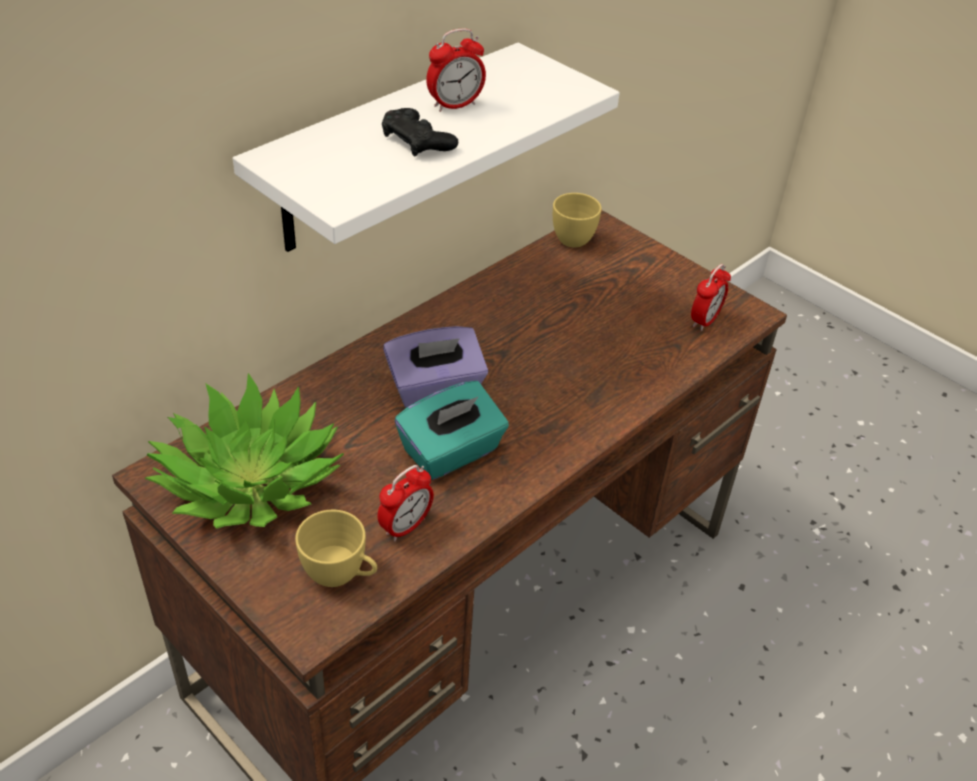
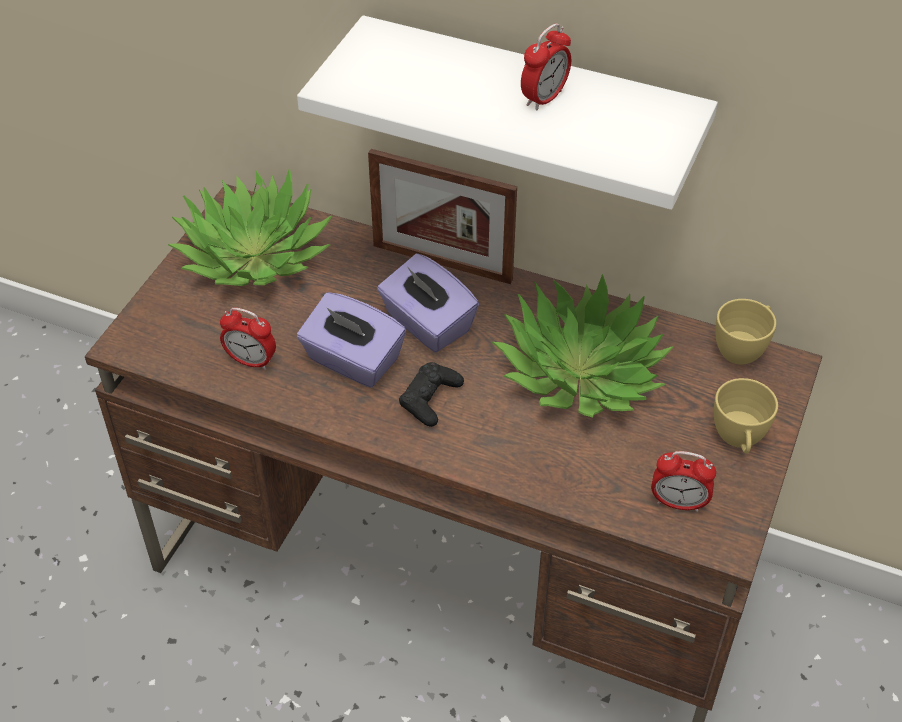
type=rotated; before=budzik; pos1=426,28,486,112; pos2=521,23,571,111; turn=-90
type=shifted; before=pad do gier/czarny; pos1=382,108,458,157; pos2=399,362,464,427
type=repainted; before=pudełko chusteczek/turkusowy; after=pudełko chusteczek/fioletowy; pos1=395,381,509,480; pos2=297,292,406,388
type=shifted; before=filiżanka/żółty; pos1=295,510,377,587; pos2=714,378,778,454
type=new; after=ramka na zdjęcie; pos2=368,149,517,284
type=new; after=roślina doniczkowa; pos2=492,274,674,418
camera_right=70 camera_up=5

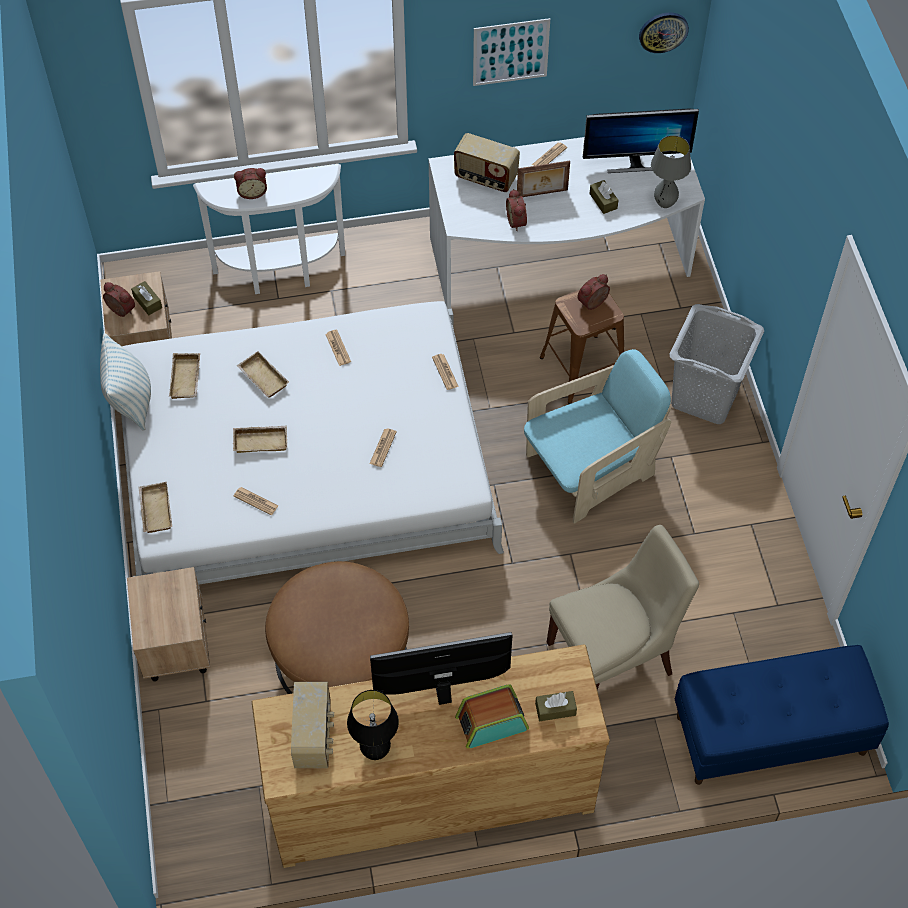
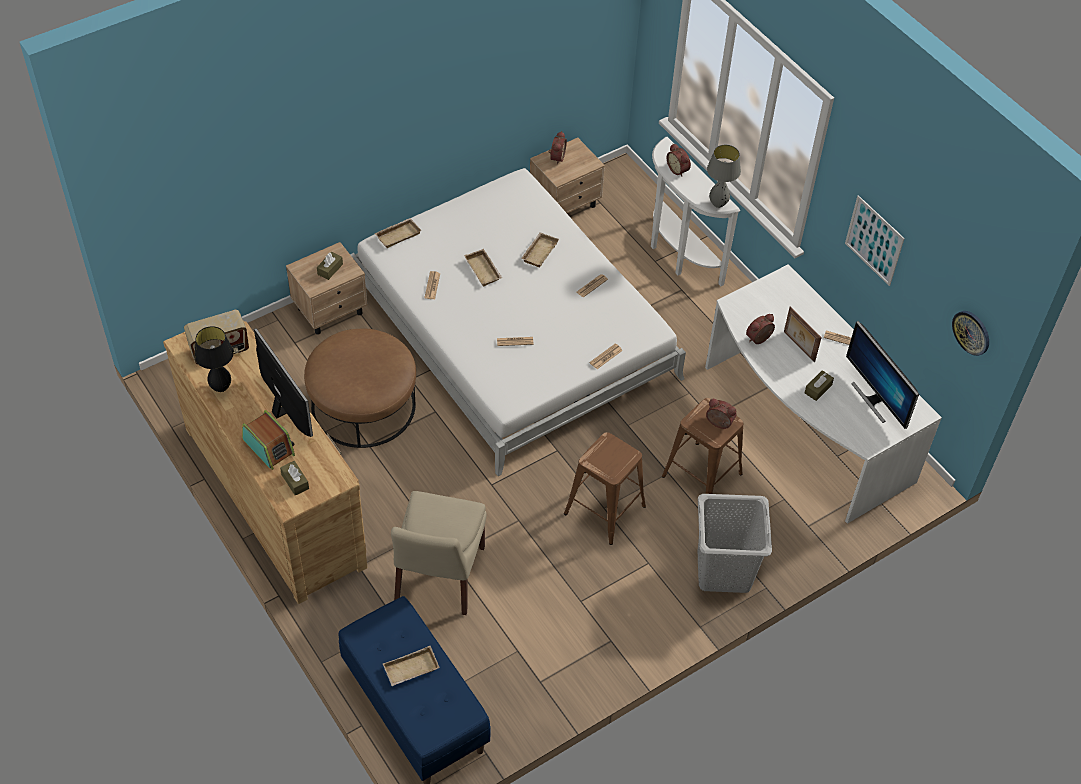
type=gone; before=radio; pos1=454,133,520,192
type=shifted; before=lampa stołowa/szary; pos1=651,135,691,208; pos2=707,145,741,208
type=shifted; before=pudełko chusteczek/brązowy; pos1=131,281,162,315; pos2=317,252,343,280
type=gone; before=poduszka; pos1=100,333,151,431
type=swapped; before=fotel/turkusowy; after=stołek/brązowy; pos1=524,349,671,524; pos2=564,432,646,545
type=shifted; before=taca/beżowy; pos1=169,353,200,399; pos2=383,646,440,686
type=rotated; before=krzesło/beżowy; pos1=547,525,699,691; pos2=391,491,487,615; turn=60
camera_right=65 camera_up=-5

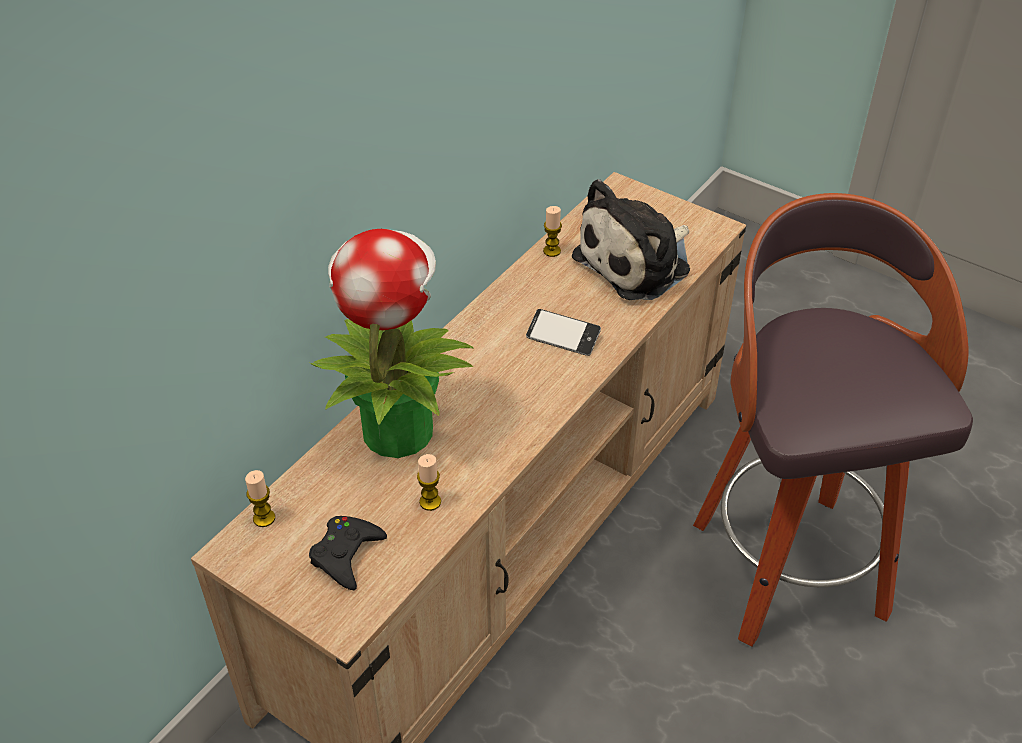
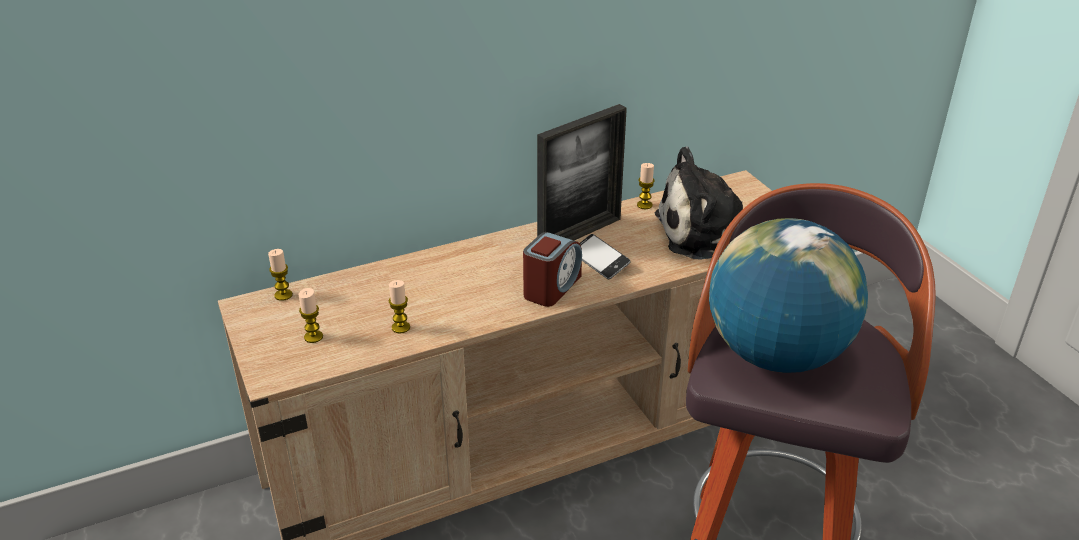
type=gone; before=roślina doniczkowa; pos1=310,229,474,458
type=swapped; before=pad do gier/czarny; after=świeca; pos1=309,516,387,590; pos2=299,288,323,343
type=new; after=ramka na zdjęcie; pos2=537,104,627,240
type=new; after=globus; pos2=709,218,868,373
type=new; after=budzik; pos2=523,232,582,307
camera_right=30 camera_up=-10

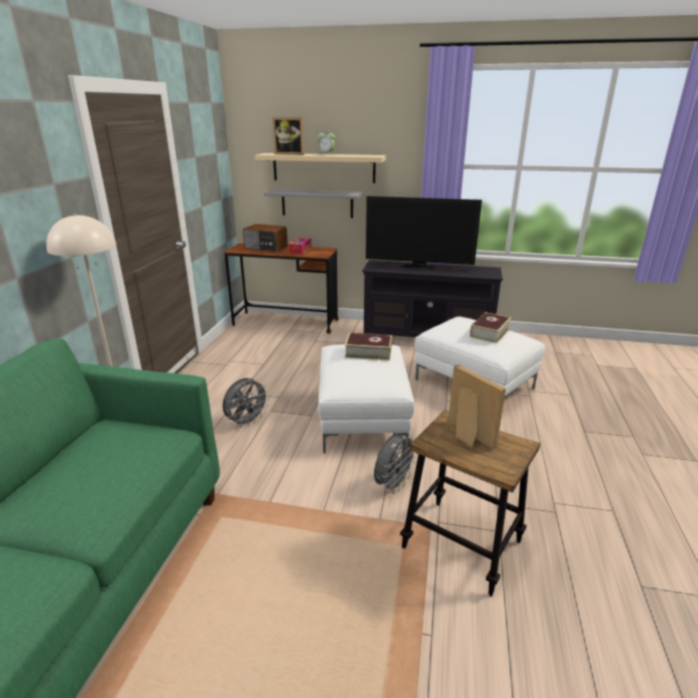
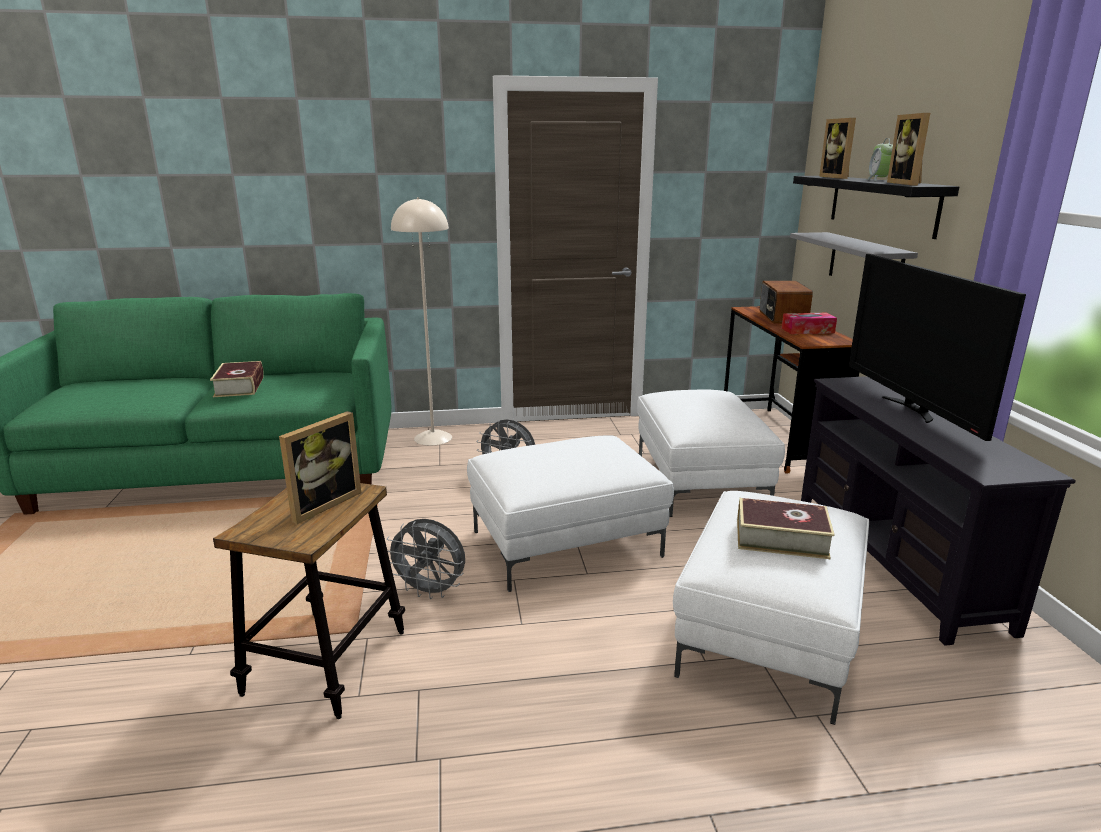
type=repainted; before=półka/beżowy; after=półka/czarny; pos1=255,153,386,183; pos2=793,176,959,239
type=shifted; before=książka; pos1=345,333,392,360; pos2=210,361,264,397
type=new; after=ramka na zdjęcie; pos2=887,113,930,185
type=new; after=pufa/biały; pos2=637,389,785,517
camera_right=70 camera_up=-5

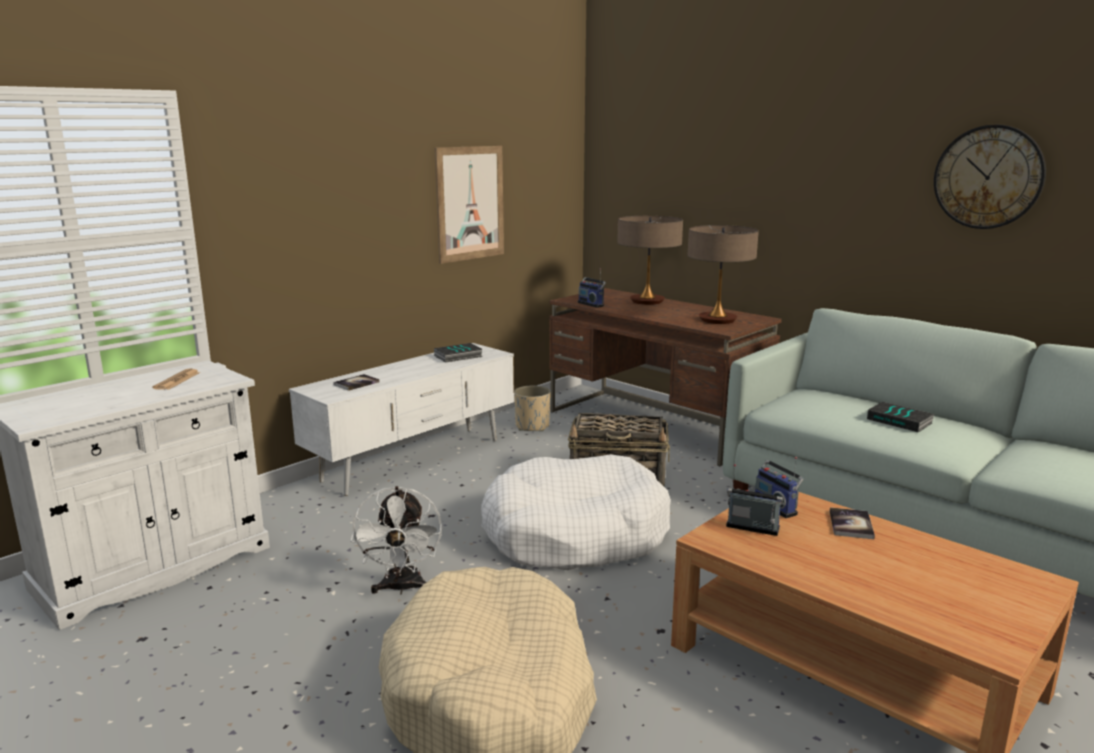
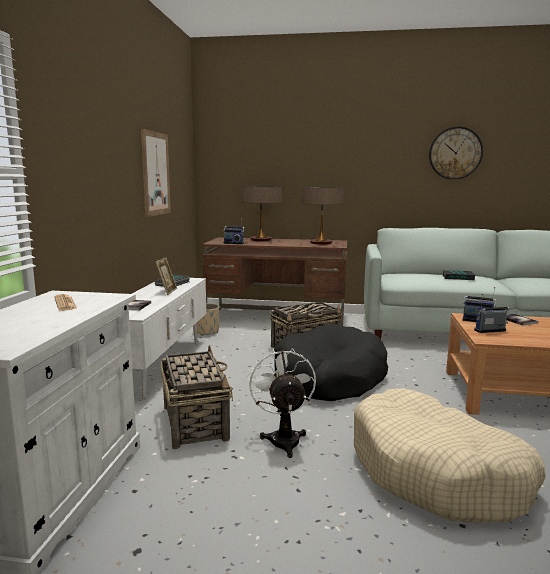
type=repainted; before=legowisko/biały; after=legowisko/czarny; pos1=481,454,671,570; pos2=274,324,388,401
type=rotated; before=wentylator/biały; pos1=351,486,442,594; pos2=248,348,316,458; turn=-150
type=new; after=ramka na zdjęcie; pos2=155,258,177,295
type=new; after=koszyk; pos2=161,345,233,449
camera_right=-35 camera_up=-5

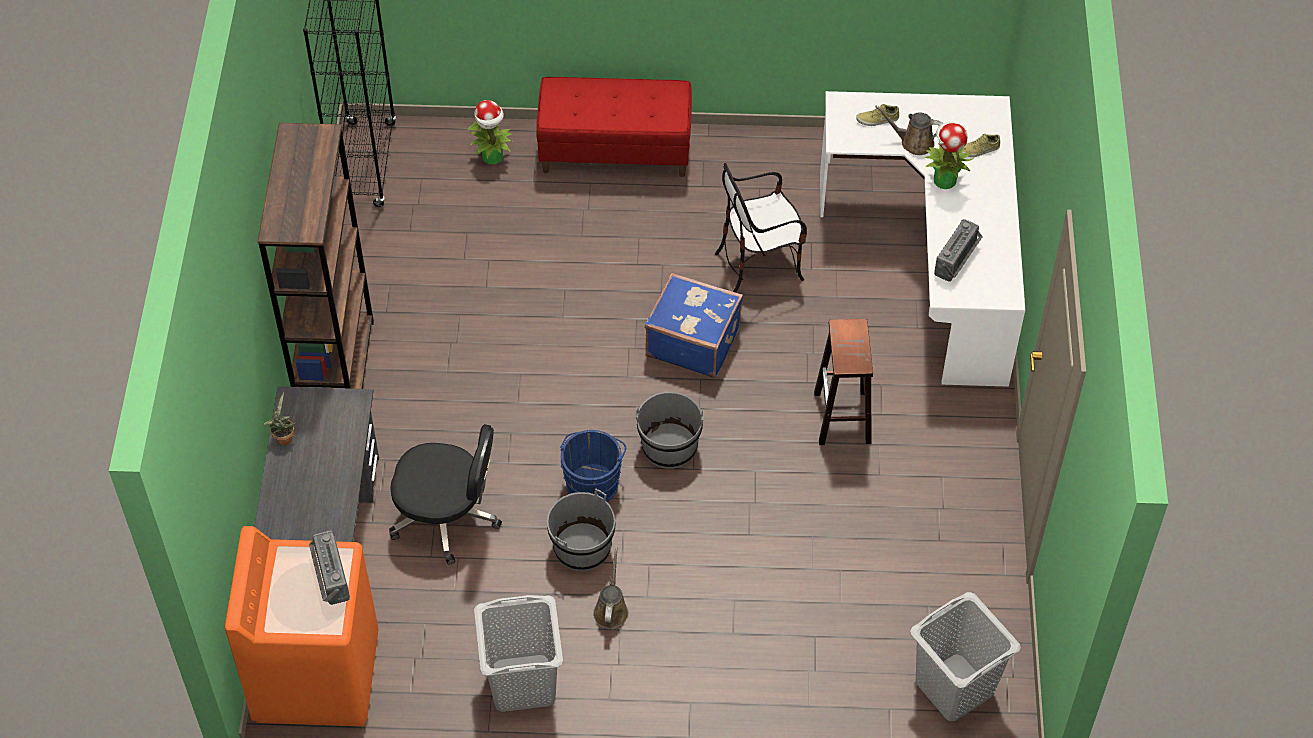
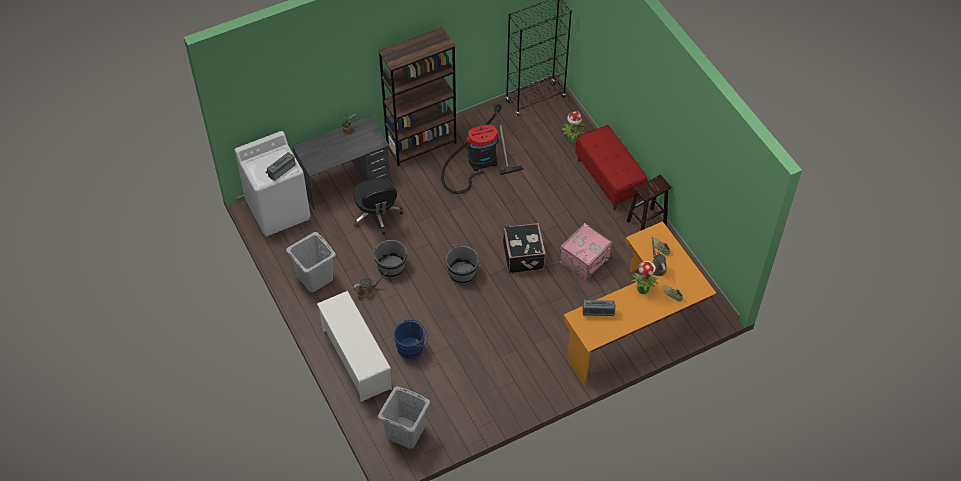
type=repainted; before=biurko/biały; after=biurko/pomarańczowy; pos1=820,91,1025,387; pos2=564,221,716,387
type=swapped; before=krzesło; after=walizka/różowy; pos1=715,163,807,293; pos2=559,223,613,280
type=repainted; before=walizka/niebieski; after=walizka/czarny; pos1=645,273,743,378; pos2=503,223,546,273
type=shifted; before=stołek/brązowy; pos1=814,319,873,445; pos2=627,175,671,231
type=shifted; before=wiadro/niebieski; pos1=560,430,626,502; pos2=394,320,428,359
type=repainted; before=pralka/pomarańczowy; after=pralka/biały; pos1=225,526,379,726; pos2=234,131,310,237
type=new; after=odkurzacz; pos2=441,104,523,194
type=new; after=regał na buty/biały; pos2=317,291,392,402
camera_right=60 camera_up=0

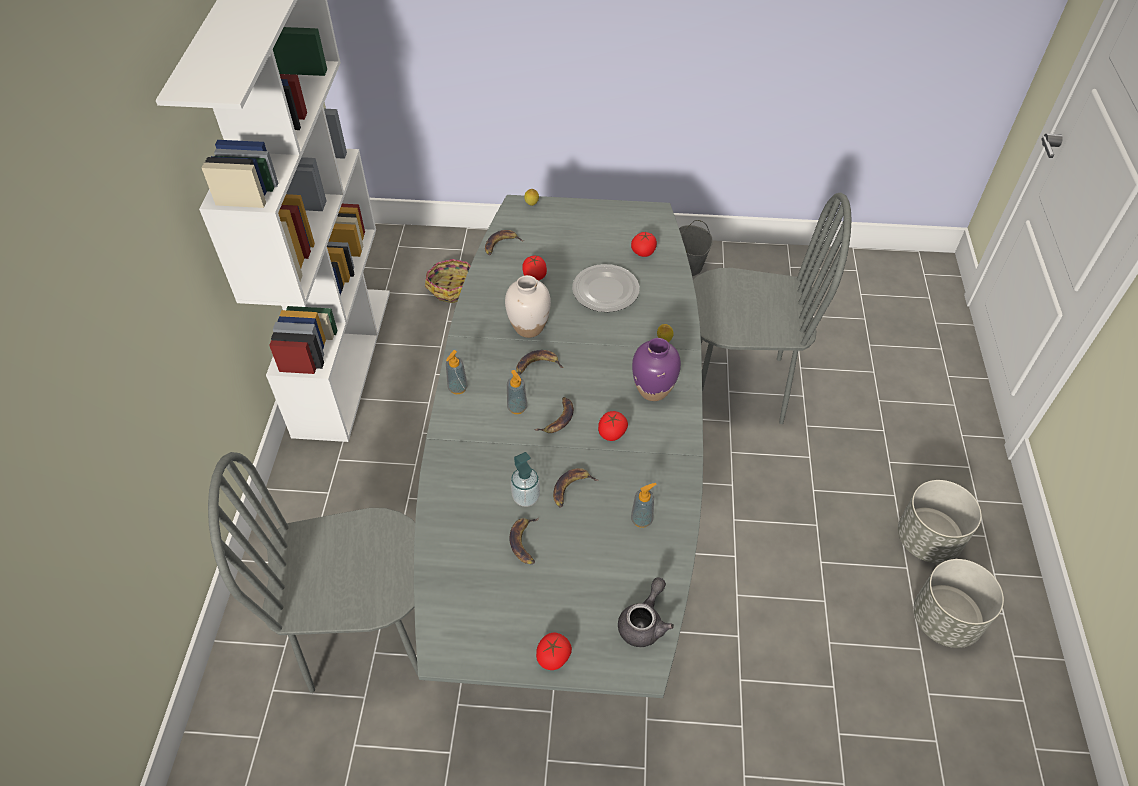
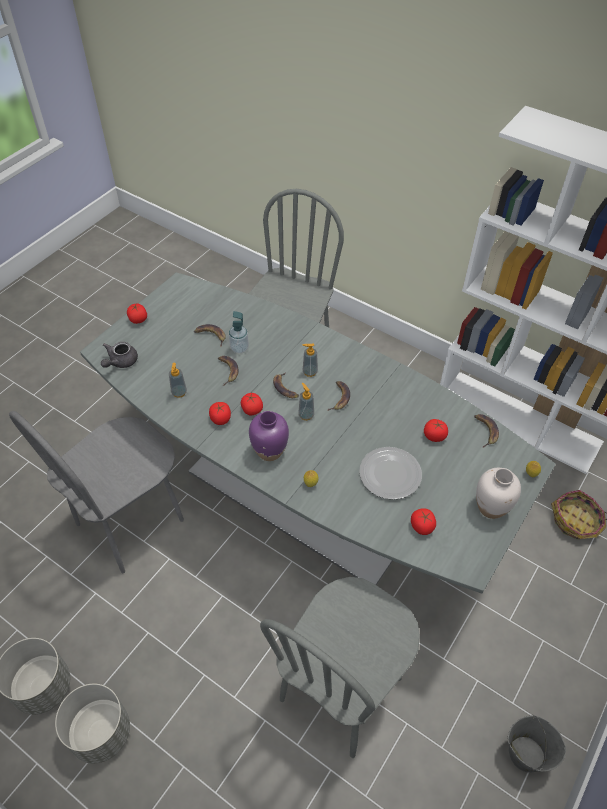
type=shifted; before=wazon/biały; pos1=505,275,551,338; pos2=476,468,521,519
type=shifted; before=dozownik mydła; pos1=446,350,468,394; pos2=298,383,314,420
type=rotated; before=imbryk/szary; pos1=618,577,674,647; pos2=101,342,138,368; turn=60
type=new; after=pomidor; pos2=209,402,231,425
type=new; after=krzesło/szary; pos2=9,411,184,573
camera_right=120 camera_up=0

